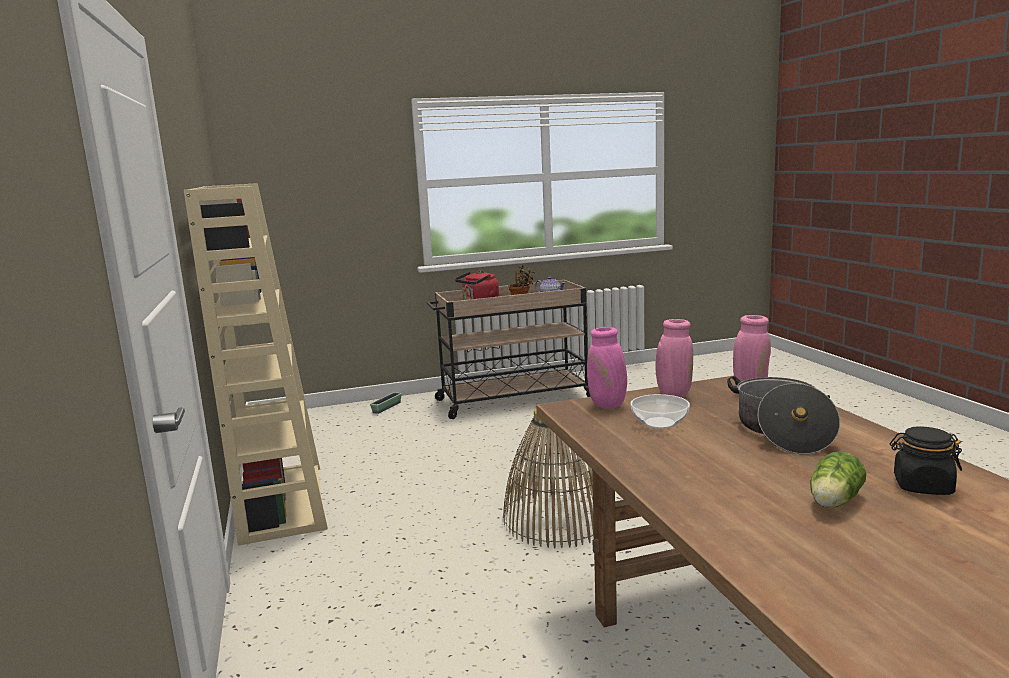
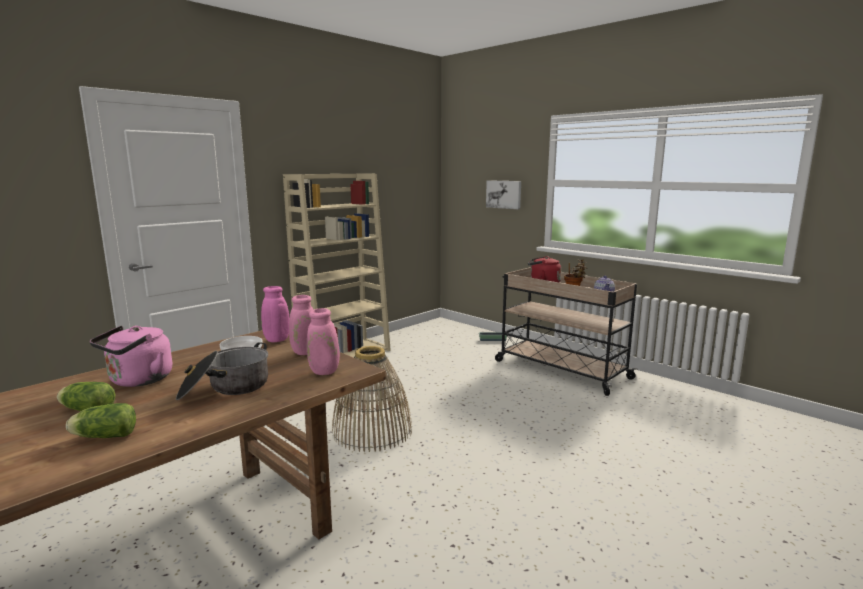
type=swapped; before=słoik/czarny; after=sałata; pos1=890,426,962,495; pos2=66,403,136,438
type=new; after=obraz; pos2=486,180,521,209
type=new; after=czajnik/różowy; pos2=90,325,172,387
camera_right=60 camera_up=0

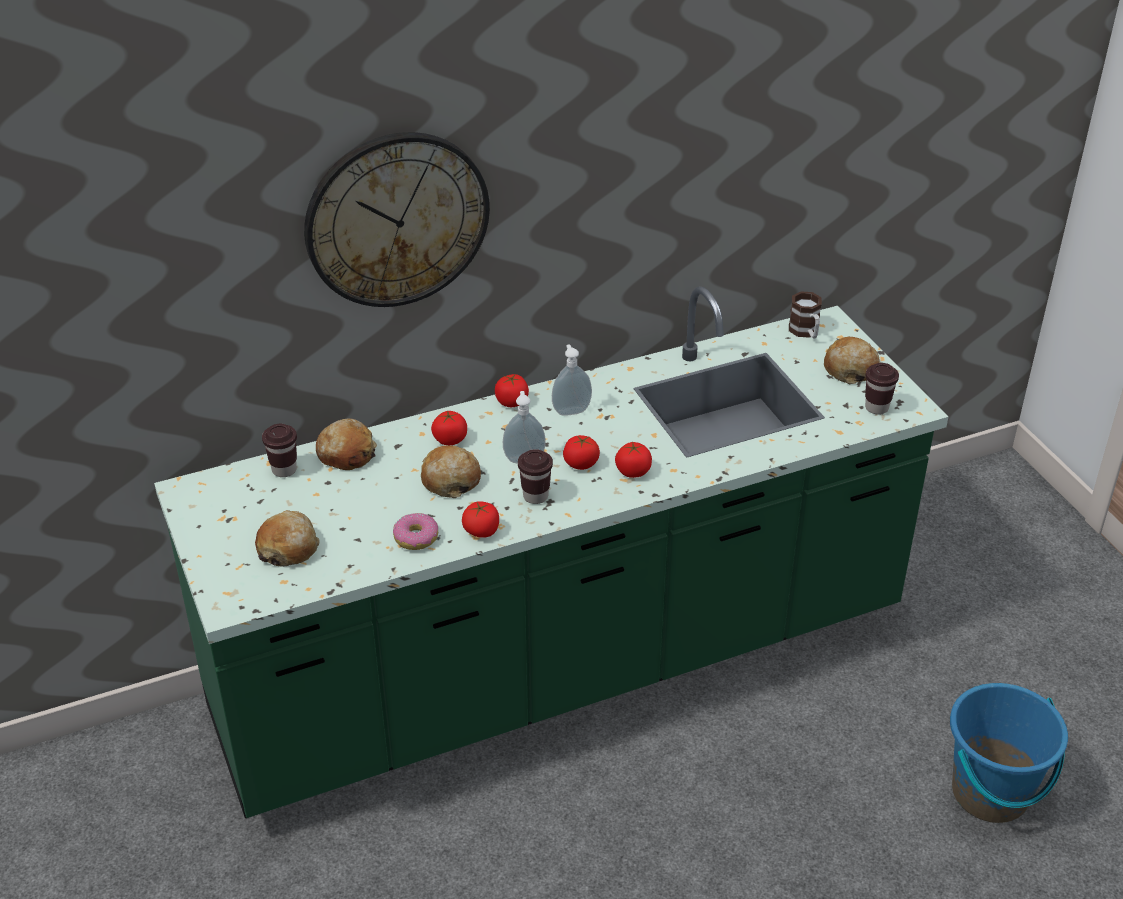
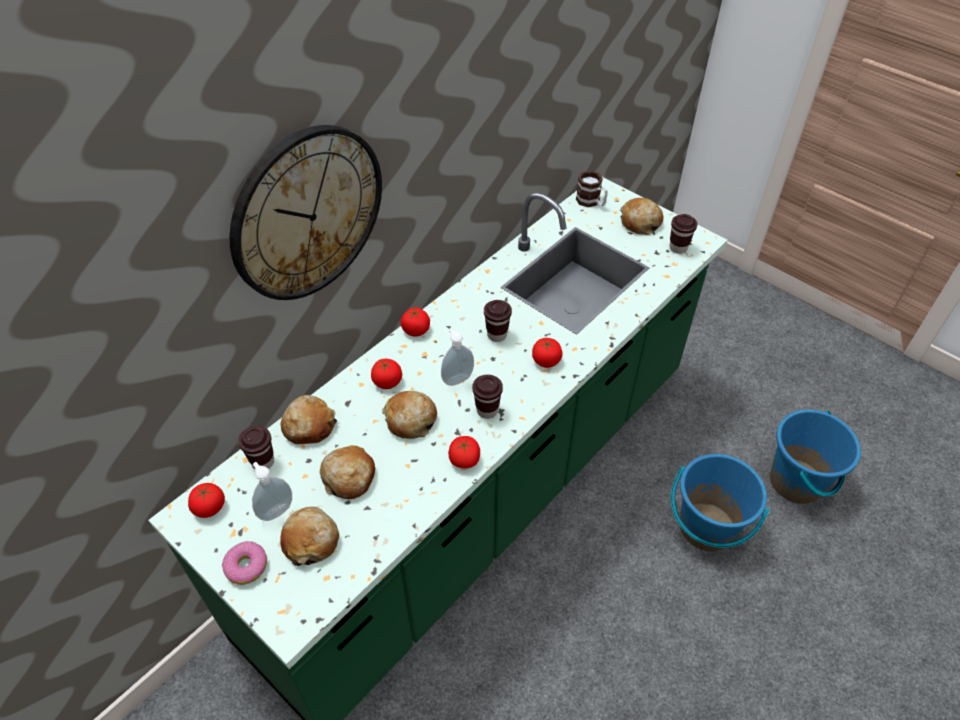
type=shifted; before=dozownik mydła; pos1=552,344,592,416; pos2=252,462,292,521
type=shifted; before=pomidor; pos1=563,435,600,470; pos2=188,483,225,518
type=shifted; before=donut; pos1=393,513,438,550; pos2=222,541,267,585
type=new; after=filiżanka/brązowy; pos2=484,300,512,342
type=new; after=chleb; pos2=320,445,375,500
type=new; after=wiadro/niebieski; pos2=671,454,770,552
camera_right=-25 camera_up=10

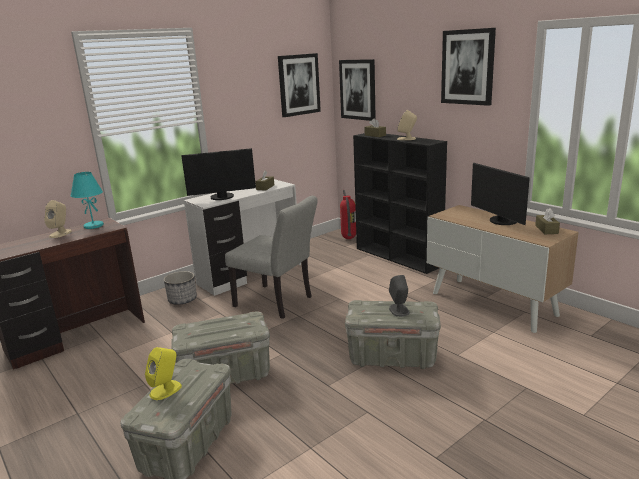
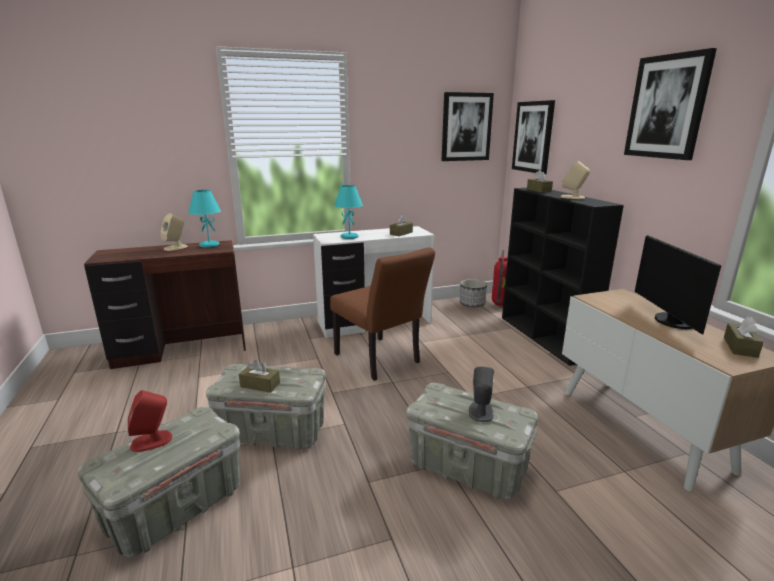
type=swapped; before=monitor; after=lampa stołowa/turkusowy; pos1=181,148,256,200; pos2=334,185,363,239
type=repainted; before=krzesło/szary; after=krzesło/brązowy; pos1=225,196,318,319; pos2=330,247,435,381
type=shifted; before=donica; pos1=164,271,197,305; pos2=460,279,487,307
type=repainted; before=głośnik/żółty; after=głośnik/czerwony; pos1=145,347,182,400; pos2=128,390,172,452
type=new; after=pudełko chusteczek/brązowy; pos2=239,360,280,393
camera_right=20 camera_up=0

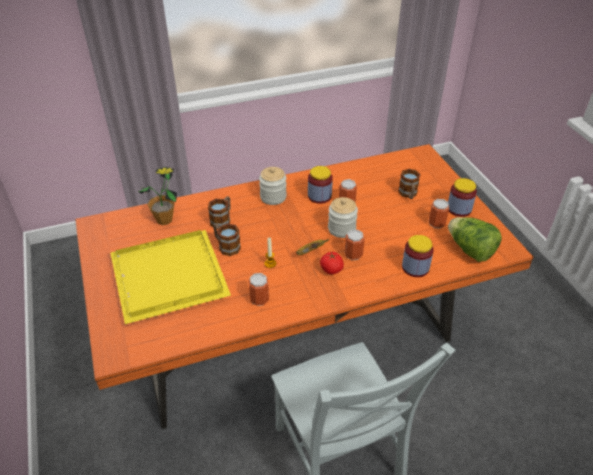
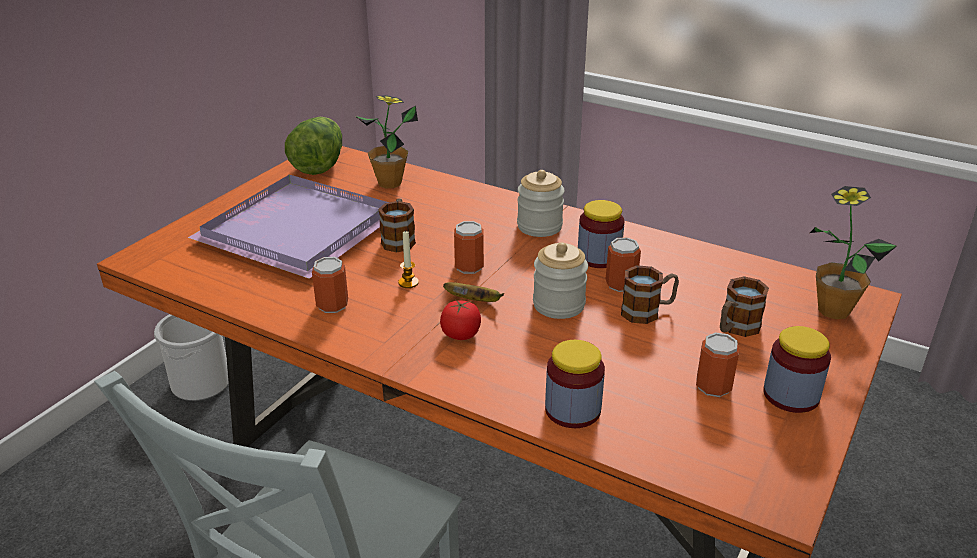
type=shifted; before=kubek; pos1=208,196,231,229; pos2=621,265,679,324
type=shifted; before=sałata; pos1=448,217,502,262; pos2=285,117,342,175
type=shifted; before=puszka; pos1=345,229,365,260; pos2=454,221,484,274
type=repainted; before=taca/żółty; after=taca/fioletowy; pos1=110,230,231,324; pos2=188,175,388,279
type=new; after=roślina doniczkowa; pos2=810,186,897,319
type=new; after=wiadro; pos2=154,314,229,401
camera_right=50 camera_up=-10

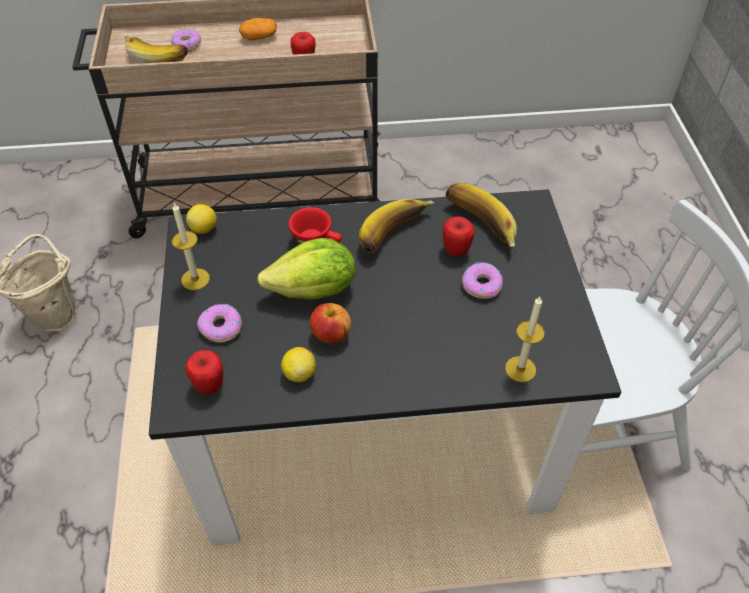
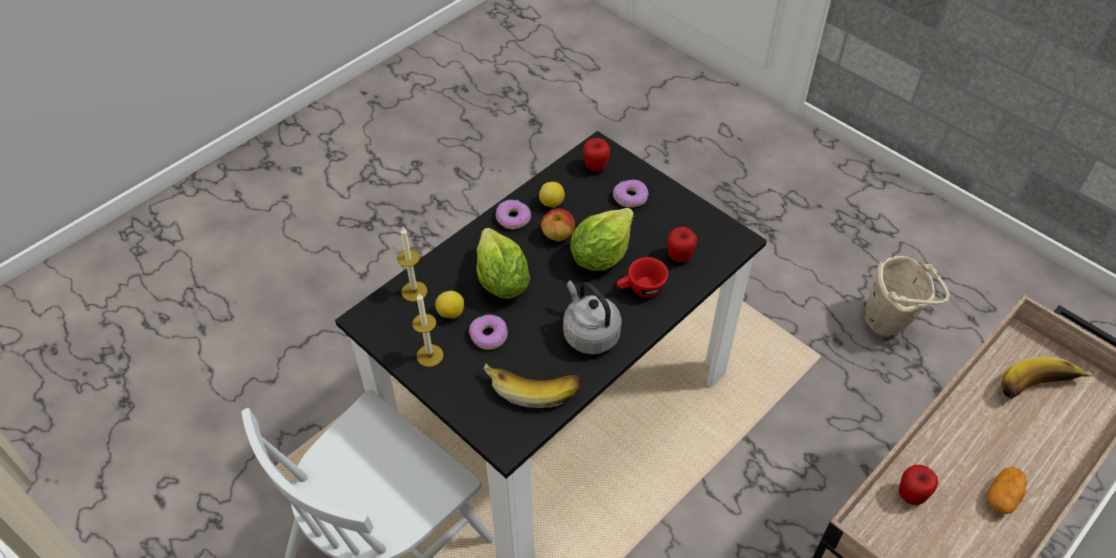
type=shifted; before=donut; pos1=171,29,201,51; pos2=495,200,531,229
type=swapped; before=banan; after=czajnik/szary; pos1=359,199,434,253; pos2=563,281,622,354
type=shifted; before=świeca; pos1=172,203,210,290; pos2=412,293,443,367
type=shifted; before=cytryna; pos1=186,204,217,234; pos2=435,291,464,319
type=shifted; before=jabłko; pos1=443,216,475,256; pos2=667,227,697,263
type=new; after=sałata; pos2=477,228,530,299
camera_right=140 camera_up=0

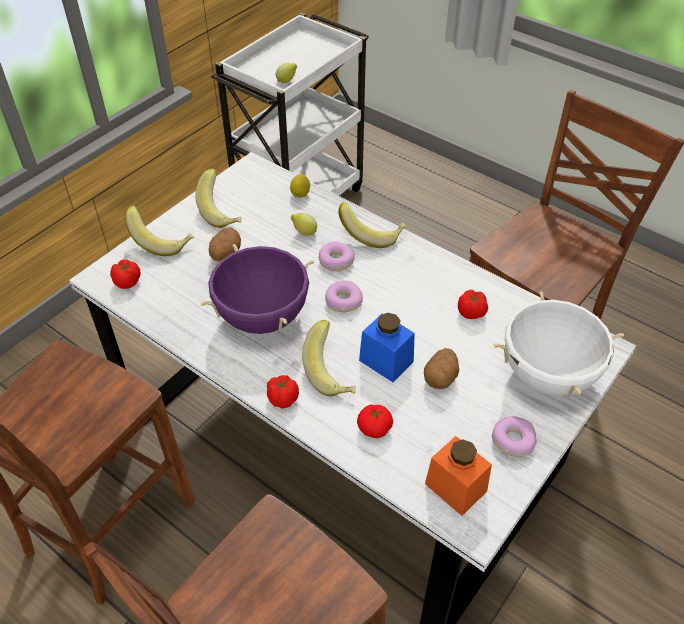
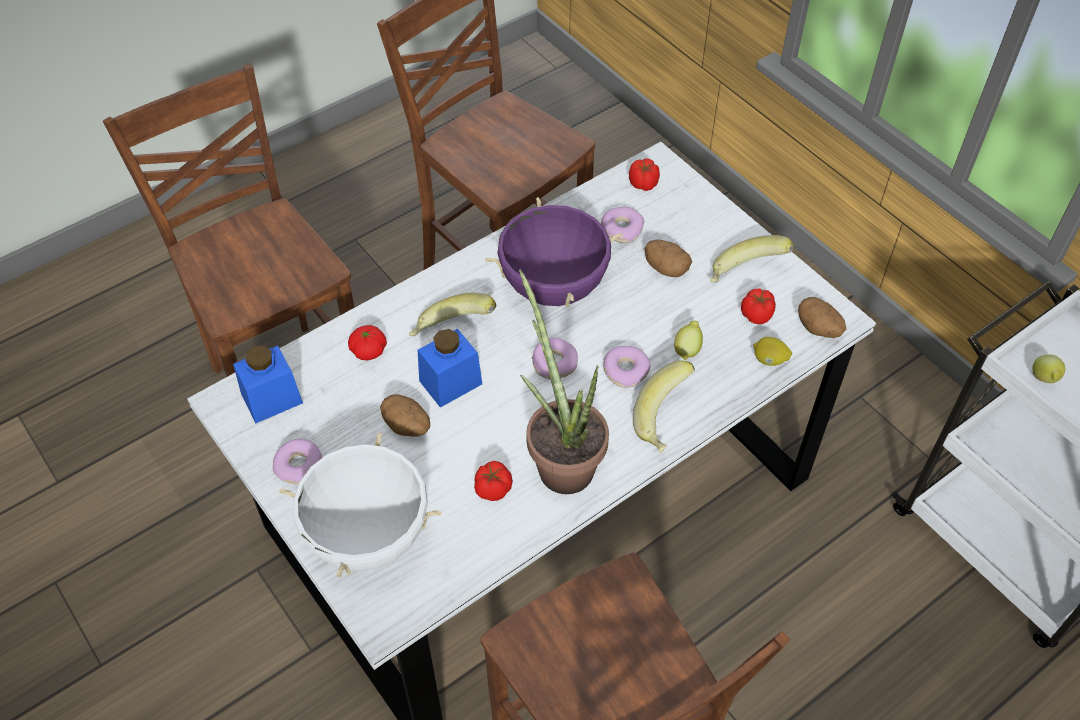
type=gone; before=banan; pos1=125,206,194,256
type=shifted; before=pomidor; pos1=267,375,299,409; pos2=741,289,776,324
type=repainted; before=słoik/pomarańczowy; after=słoik/niebieski; pos1=425,436,492,516; pos2=233,346,303,424
type=new; after=donut; pos2=601,207,644,243
type=new; after=roślina doniczkowa; pos2=519,269,609,494
type=new; after=ziemniak; pos2=798,297,846,338
camera_right=105 camera_up=5

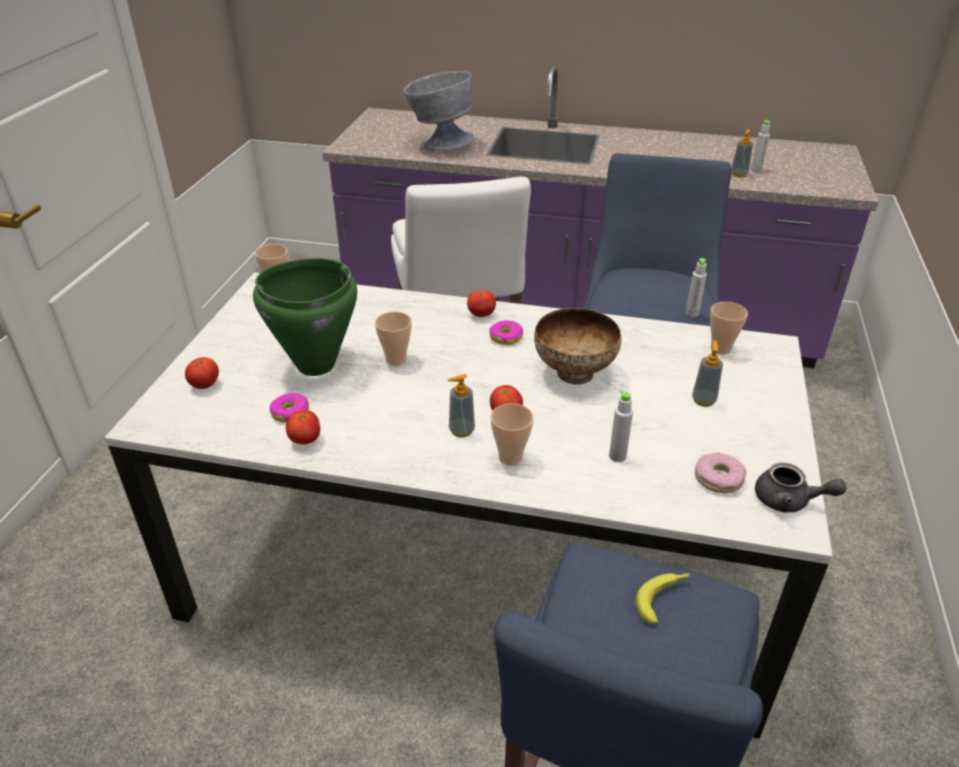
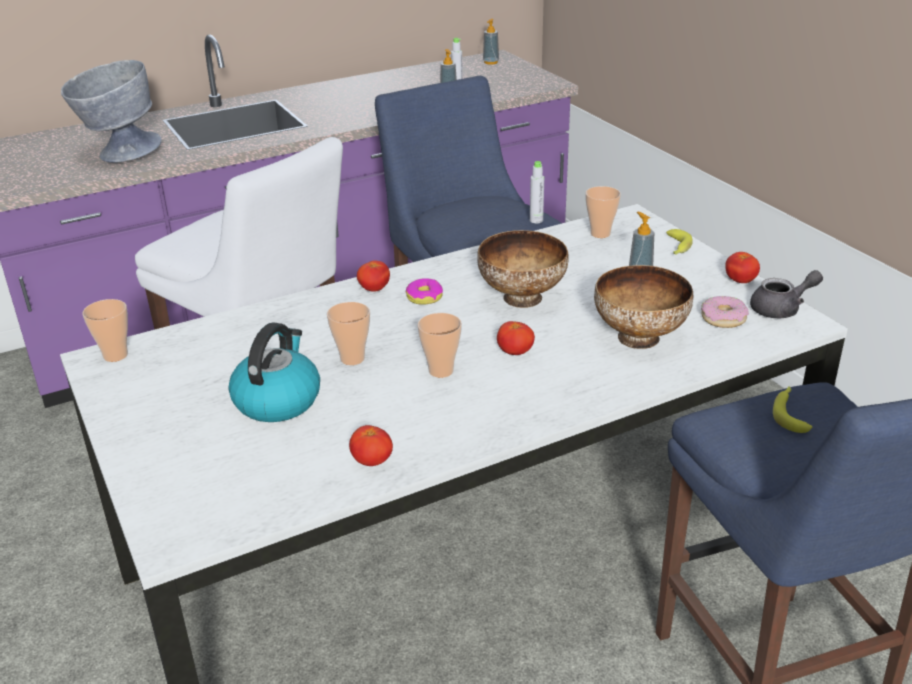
type=swapped; before=garnek/zielony; after=czajnik; pos1=253,258,357,376; pos2=228,322,320,422
type=shifted; before=pomidor; pos1=185,357,219,389; pos2=725,252,760,283
type=shifted; before=dozownik mydła; pos1=448,374,475,438; pos2=483,19,499,65
type=swapped; before=butelka/szary; after=miska; pos1=609,390,633,462; pos2=594,265,693,349
type=gone; before=donut; pos1=270,393,309,423
type=shifted; before=filiżanka; pos1=491,403,534,466; pos2=417,313,462,378
type=new; after=banan; pos2=666,229,693,254
camera_right=-40 camera_up=-5

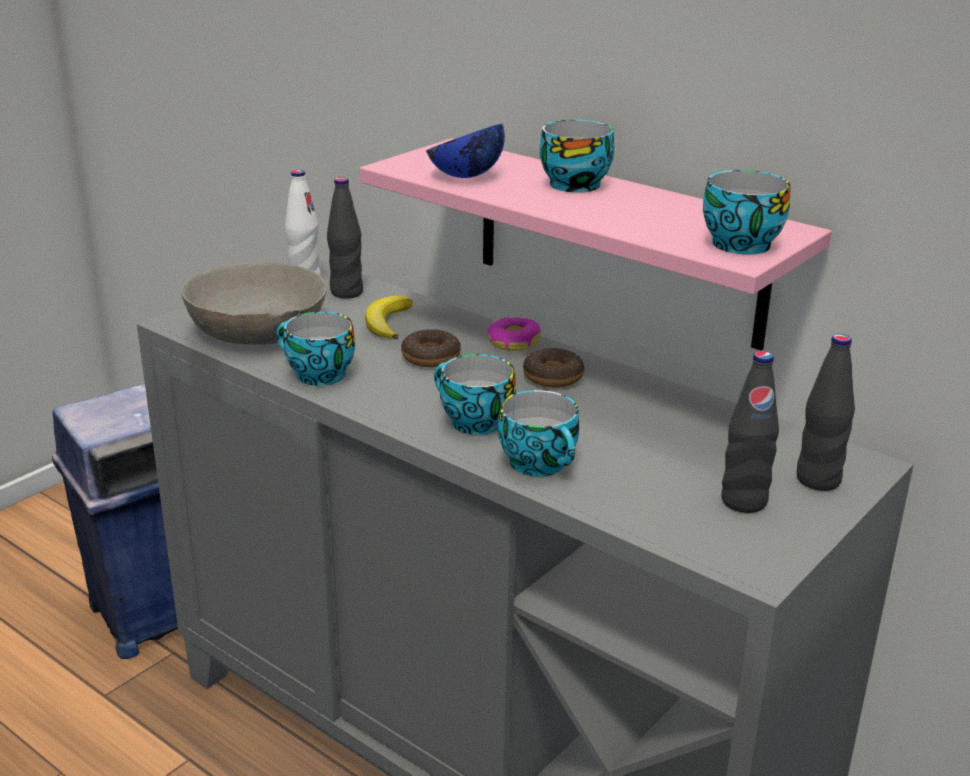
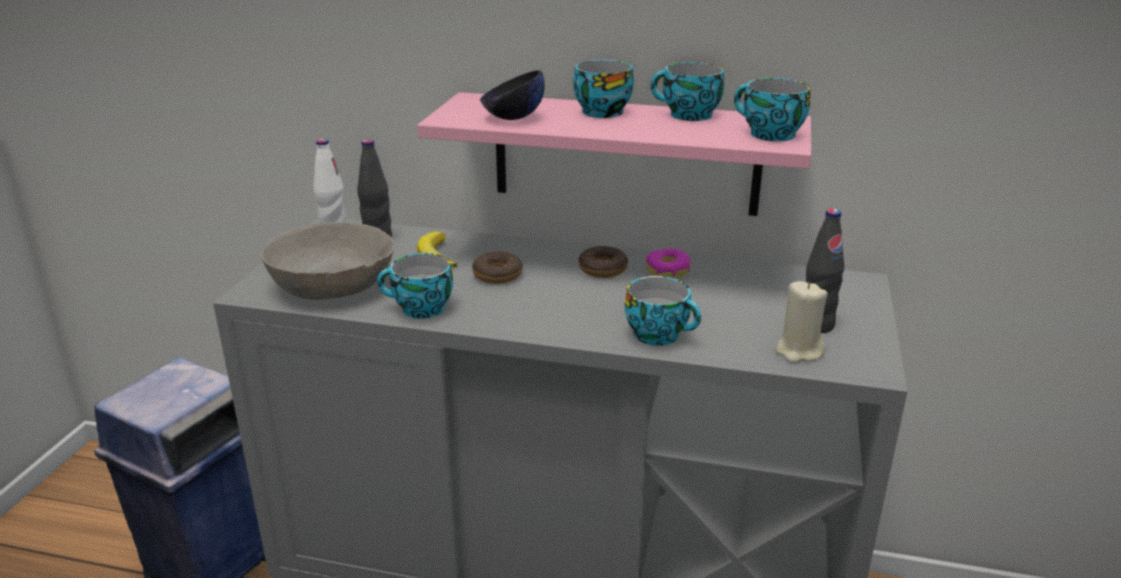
type=repainted; before=miska/niebieski; after=miska/czarny; pos1=426,123,505,178; pos2=480,70,545,120
type=shifted; before=donut; pos1=488,317,541,351; pos2=645,248,691,279
type=gone; before=butelka/czarny; pos1=797,334,855,491
type=shifted; before=filiżanka; pos1=434,354,516,435; pos2=650,62,724,121
type=new; after=świeca/beżowy; pos2=776,281,828,363
camera_right=-25 camera_up=0

